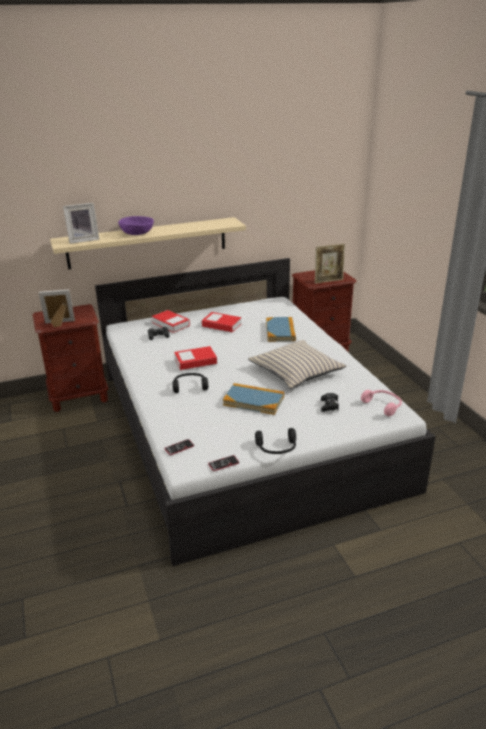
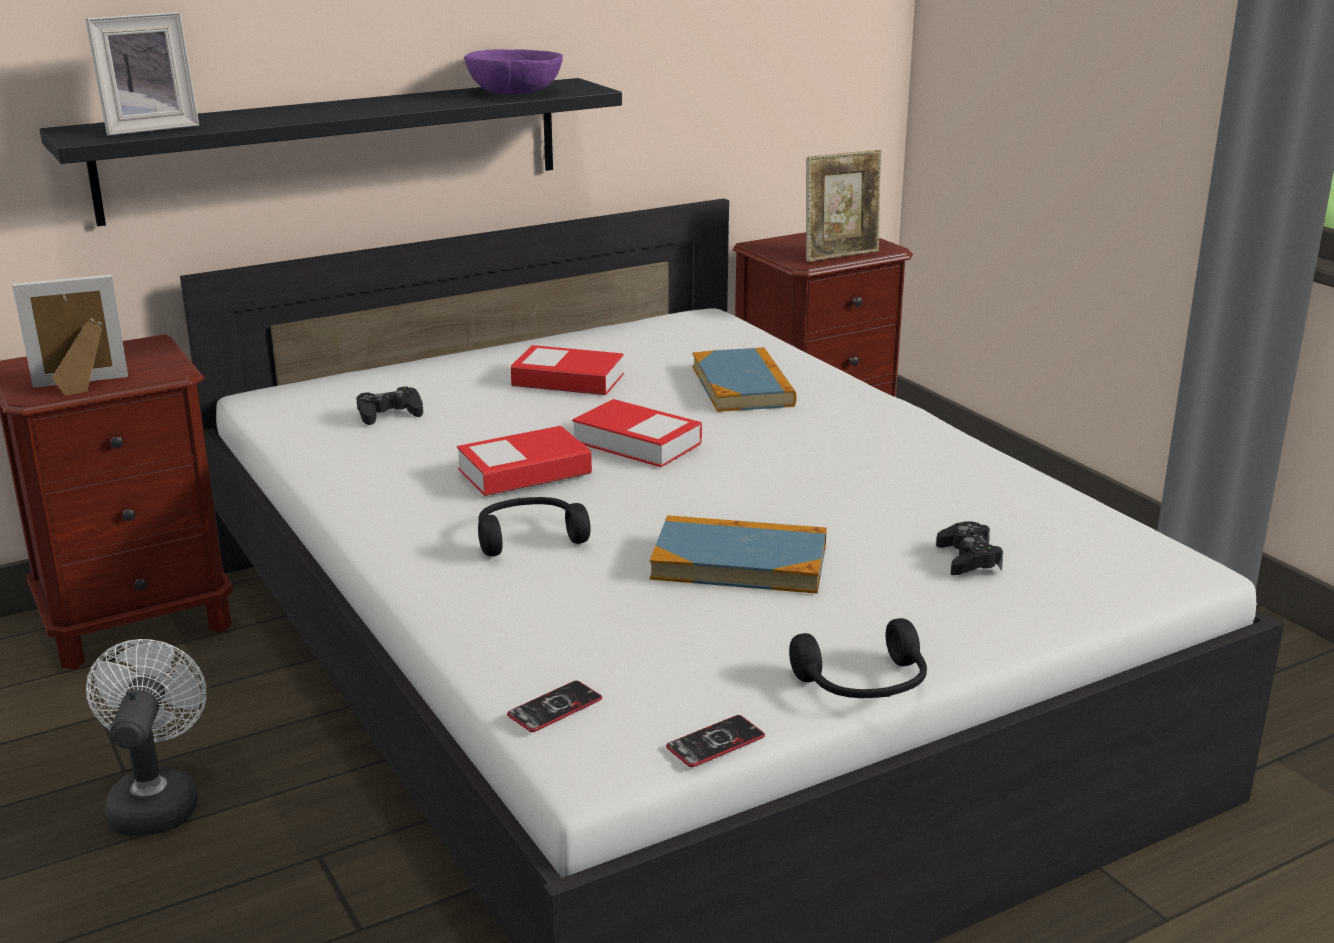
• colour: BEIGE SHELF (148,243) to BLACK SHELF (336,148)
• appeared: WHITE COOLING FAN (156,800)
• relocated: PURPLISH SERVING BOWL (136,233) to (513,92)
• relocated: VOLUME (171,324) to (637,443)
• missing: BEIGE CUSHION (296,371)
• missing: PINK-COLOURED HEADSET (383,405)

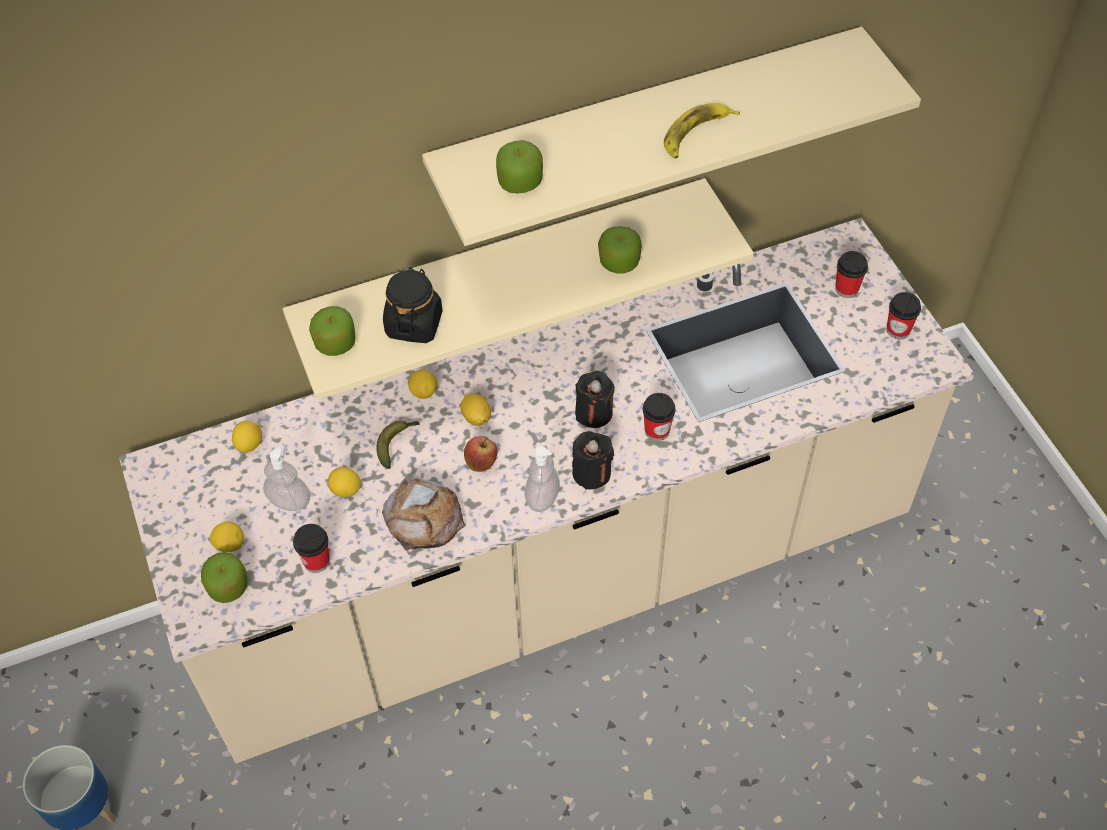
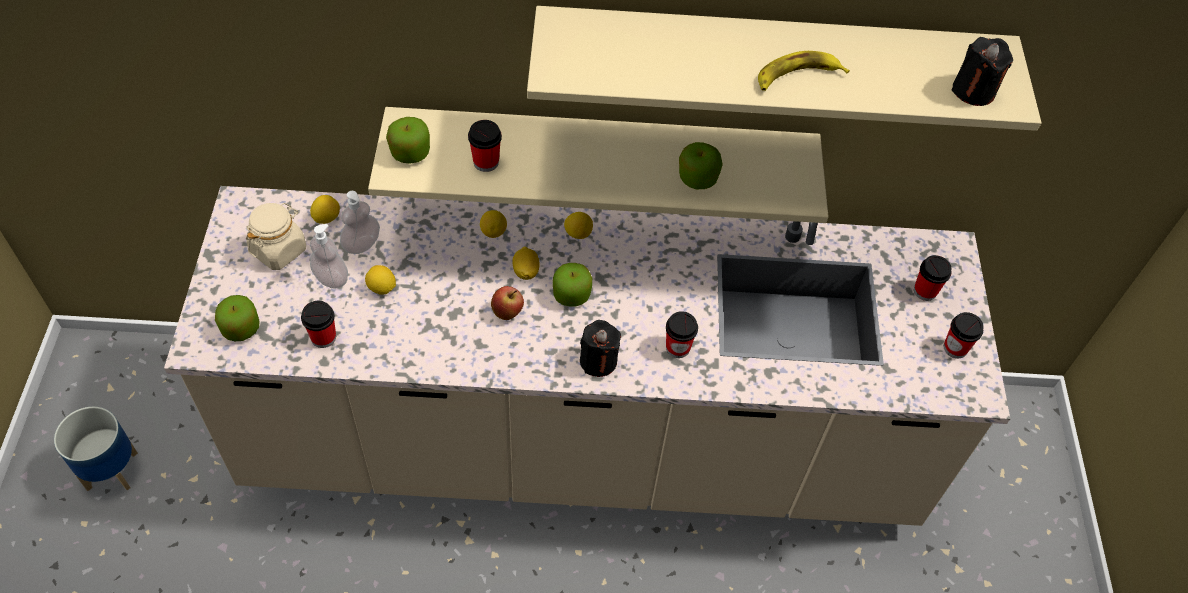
• appeared: BEIGE STORAGE JAR (279,250)
• relocated: LIQUID SOAP BOTTLE (542,497) to (362,244)
• exchanged: BLACK STORAGE JAR (414,324) to SMALL CUP (486,162)
• relocated: APPLE (520,182) to (571,295)
• relocated: WHOLE LEMON (230,544) to (578,233)
• relocated: BLACK WAX LIGHT (594,413) to (973,91)
• missing: BANANA (397,444)
• missing: BREAD (424,518)

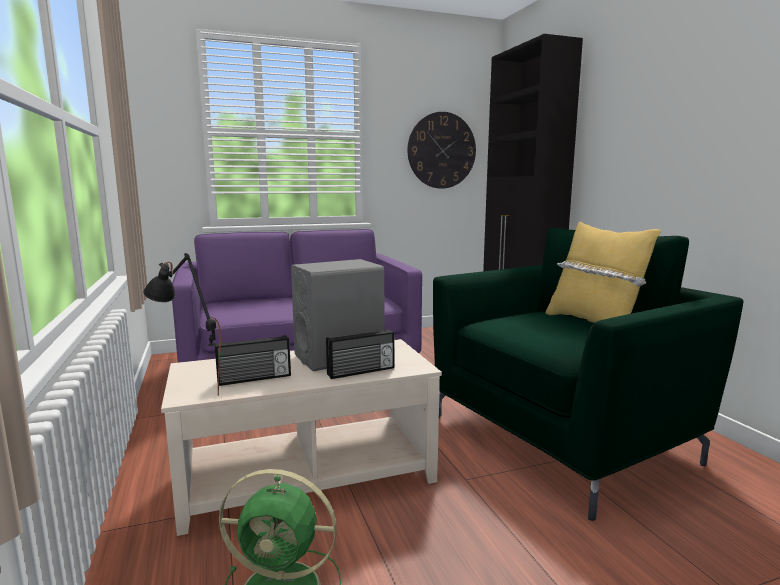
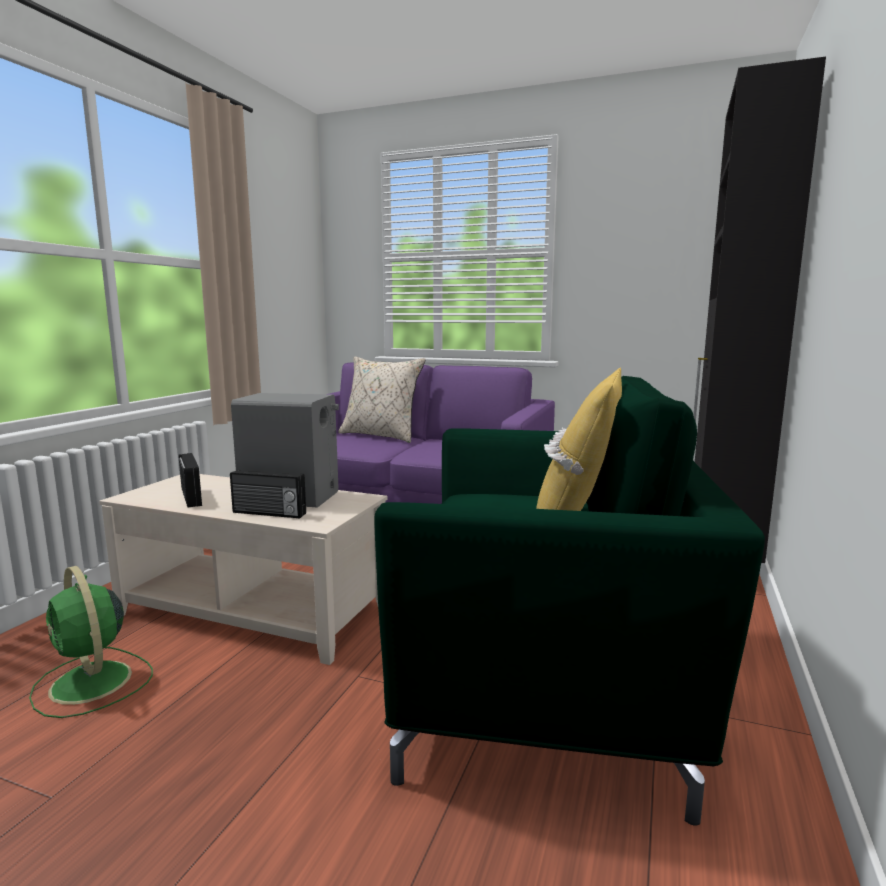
• spun: RADIO (254,379) = (193,497) 135 degrees counterclockwise
• appeared: BEIGE CUSHION (381,436)
• missing: BLACK LAMP FOR A TABLE (188,392)
• missing: WALL CLOCK (441,150)

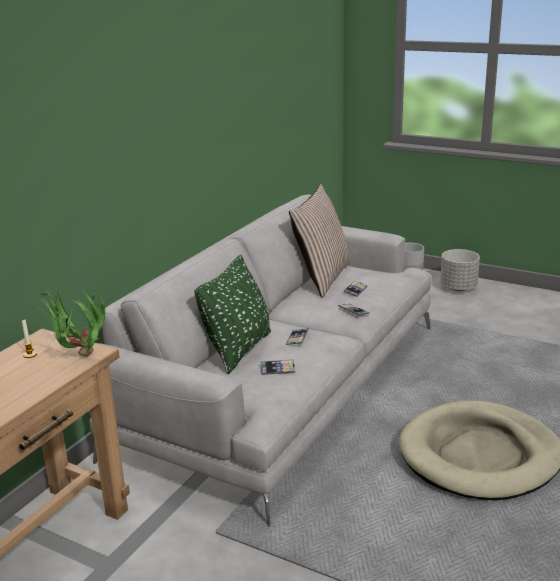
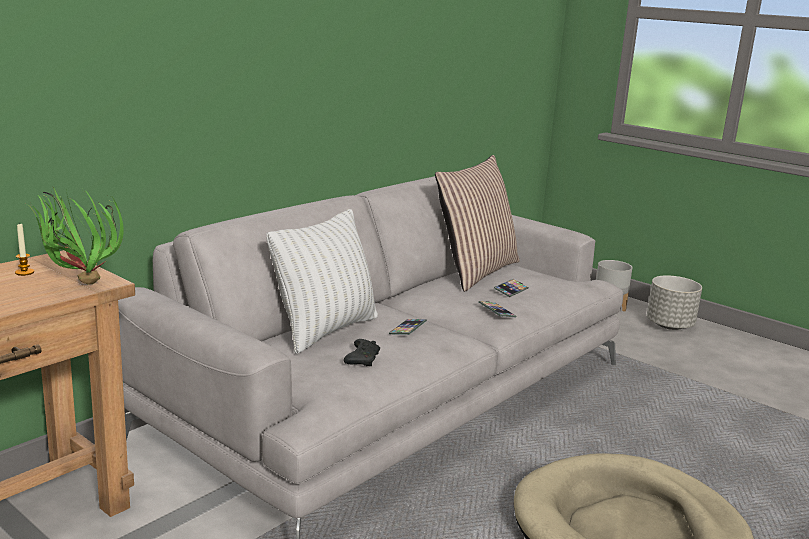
• colour: GREEN-COLOURED CUSHION (238,350) to WHITE CUSHION (325,330)
• exchanged: HANDSET (277,369) to BLACK GAMEPAD (362,359)

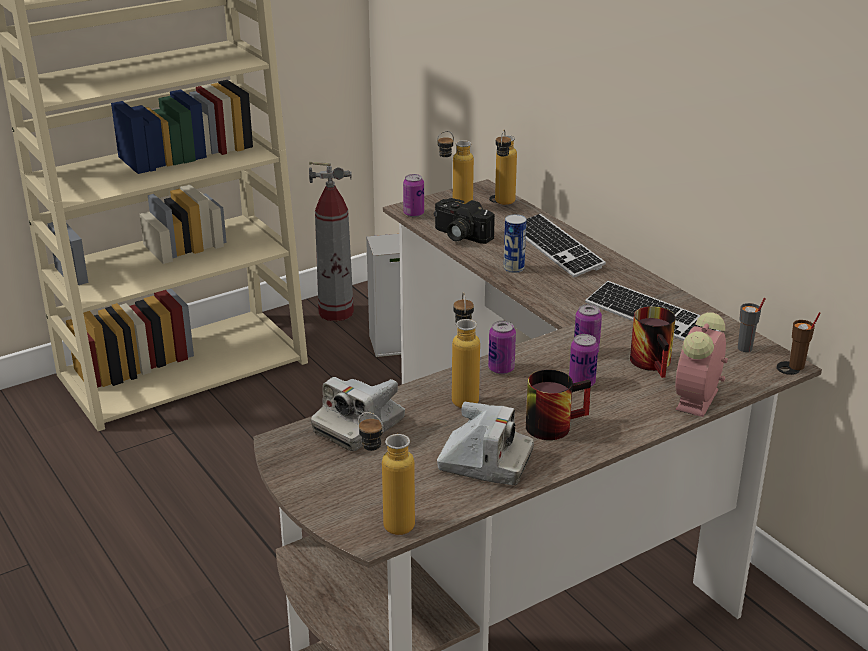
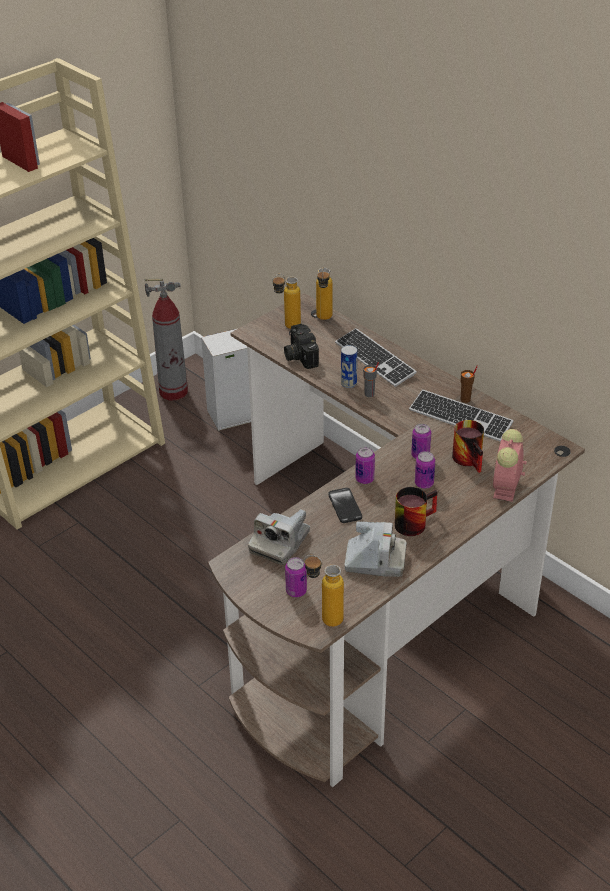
• spun: PHOTO CAMERA (459,236) = (299,355) 45 degrees clockwise
• relocated: CAN (413,214) to (296,591)
• exchanged: BEVERAGE BOTTLE (464,396) to HANDSET (345,506)
• relocated: GRAY SMALL CUP (745,348) to (369,394)
• relocated: BROWN-COLOURED SMALL CUP (797,366) to (465,399)

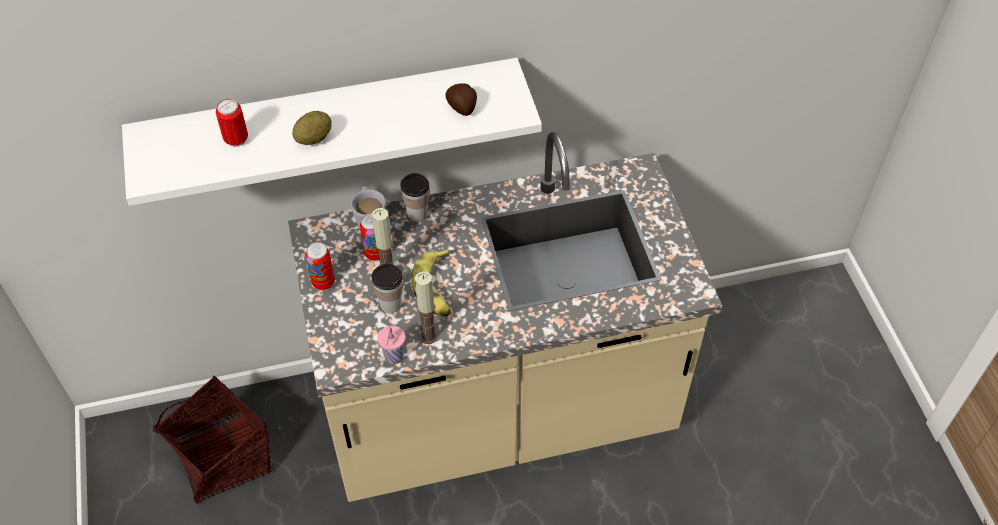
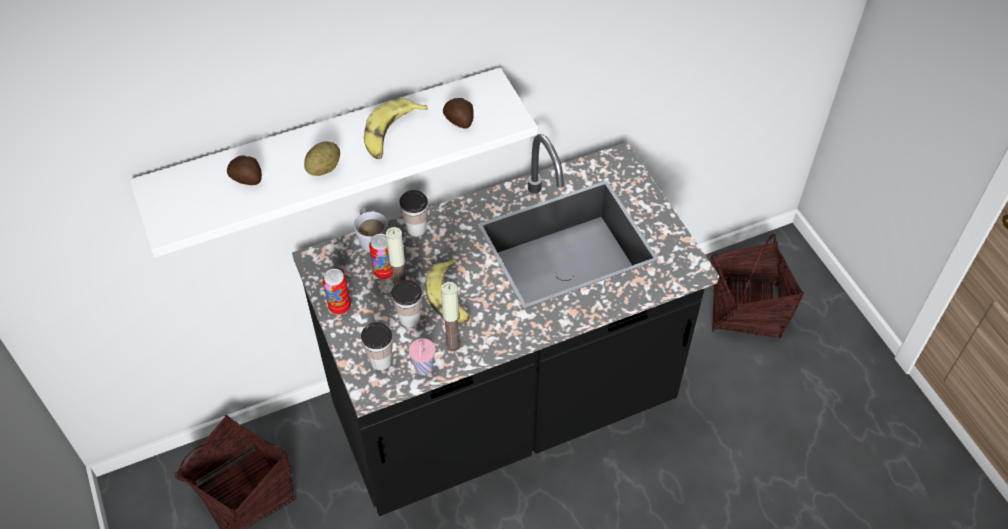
• exchanged: CAN (236,139) to SPUD (248,179)
• colour: BEIGE KITCHEN COUNTER (499,414) to BLACK KITCHEN COUNTER (503,411)
• appeared: SMALL CUP (380,361)
• appeared: BANANA (391,134)
• appeared: HOUSEHOLD BASKET (746,308)

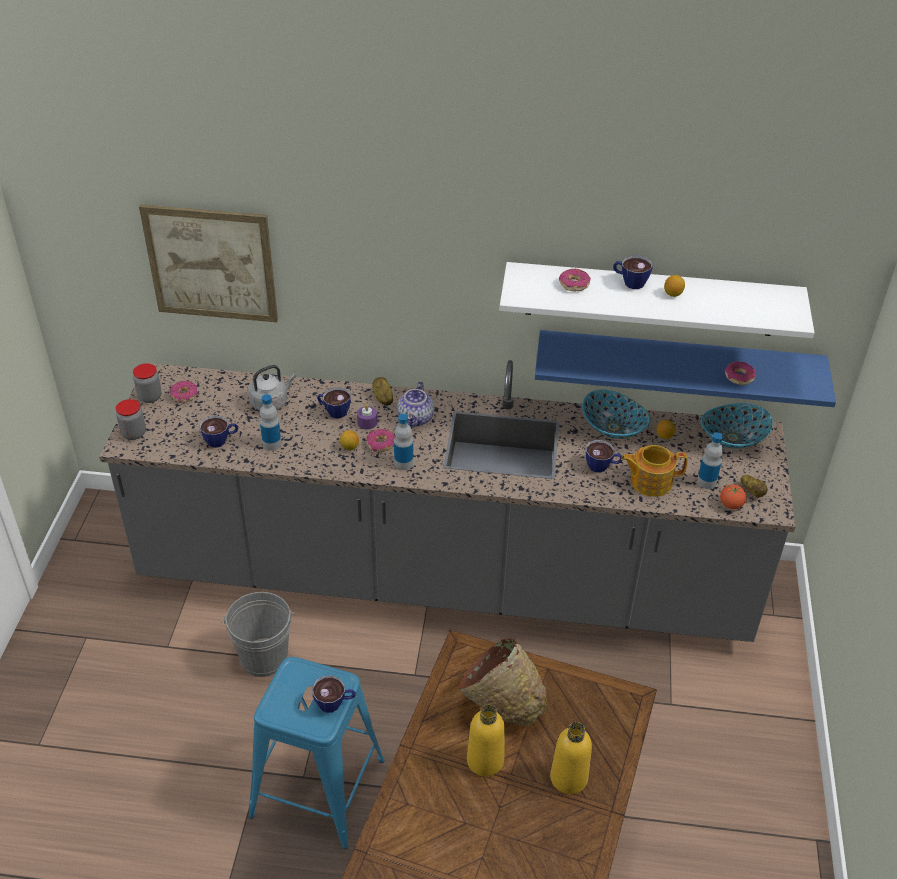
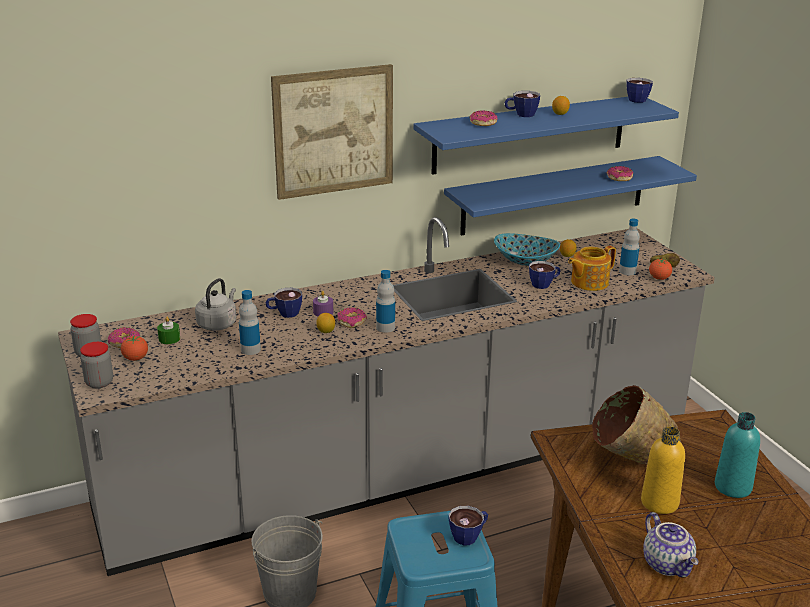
• appeared: WHOLE TOMATO (135,358)
• appeared: GREEN-COLOURED WAX LIGHT (169,339)
• relocated: PICTURE (211,263) to (333,131)
• colour: WHITE SHELF (650,299) to BLUISH SHELF (530,134)
• relocated: SMALL CUP (221,440) to (639,99)
• relocated: TEAPOT (416,419) to (668,564)
• colour: YELLOW BEVERAGE BOTTLE (568,778) to BLUE-GREEN BEVERAGE BOTTLE (733,487)
• missing: SPUD (382,398)
• missing: SERVING BOWL (733,439)

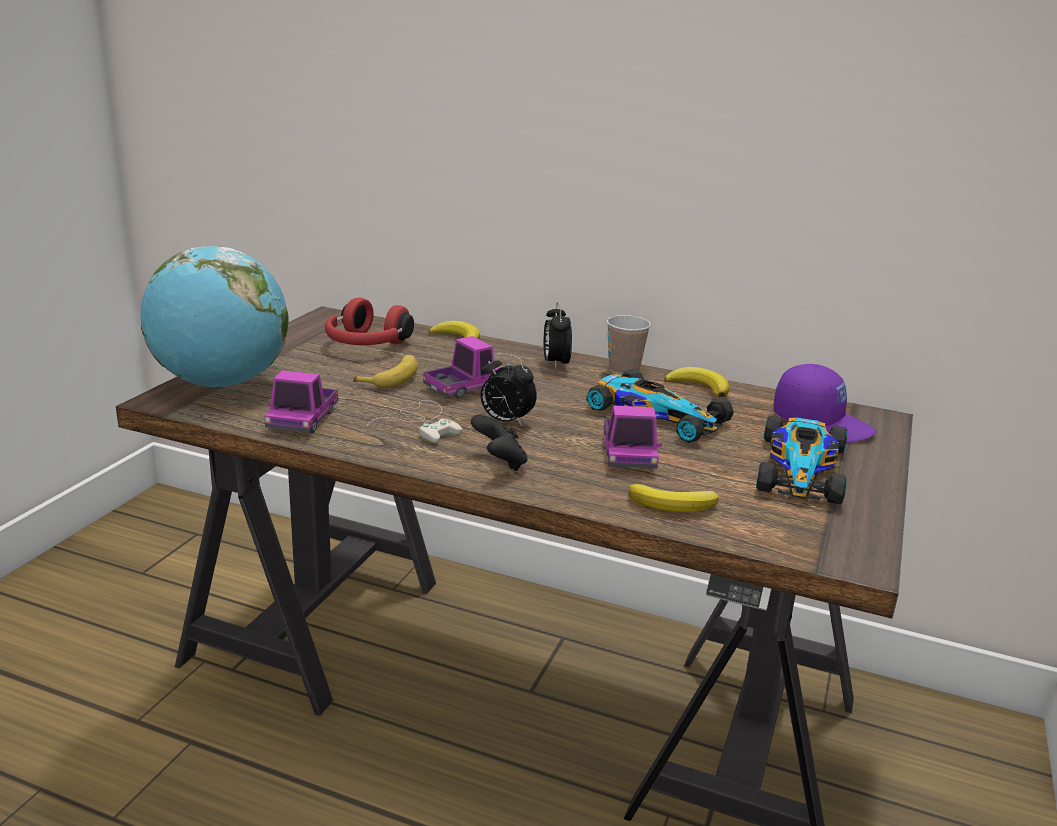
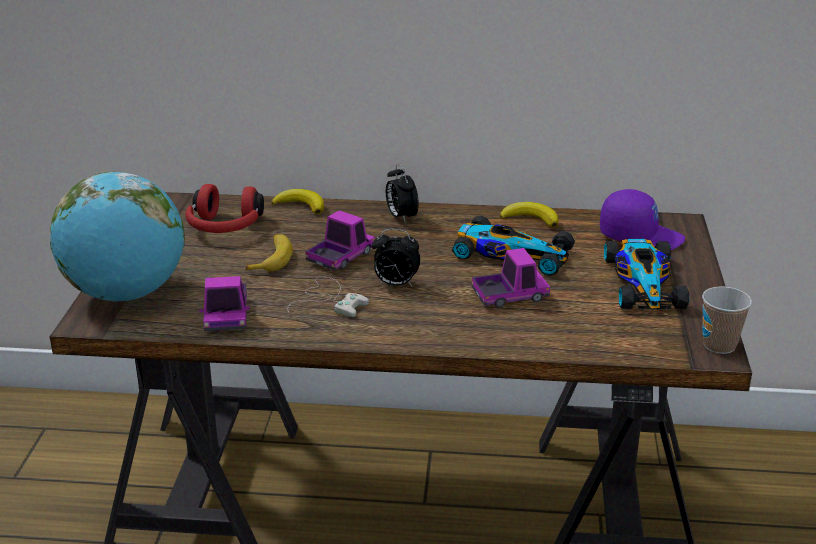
• spun: MODEL TRUCK (628,454) = (510,296) 90 degrees counterclockwise
• relocated: SMALL CUP (624,370) to (719,345)
• missing: BLACK GAMEPAD (500,462)
• missing: BANANA (675,505)

